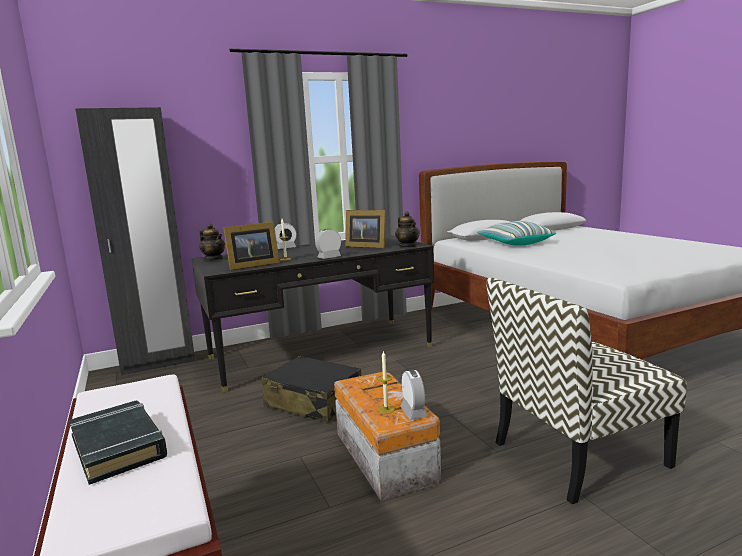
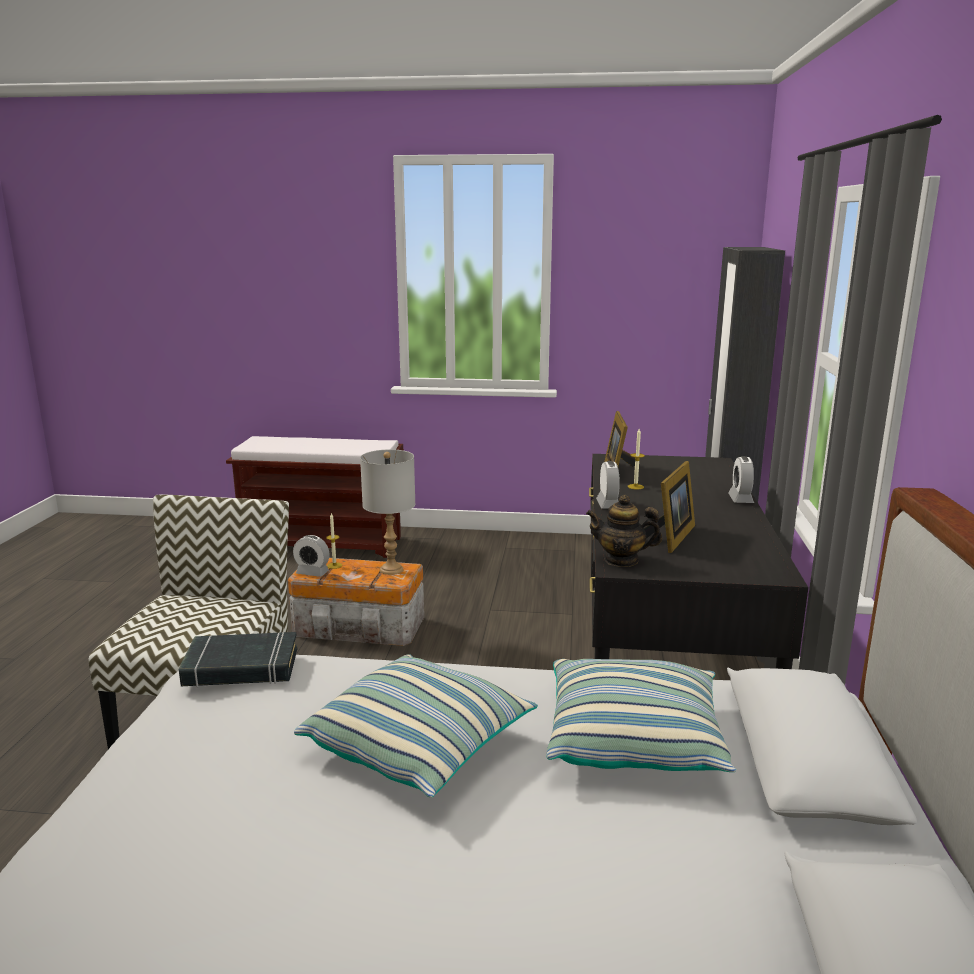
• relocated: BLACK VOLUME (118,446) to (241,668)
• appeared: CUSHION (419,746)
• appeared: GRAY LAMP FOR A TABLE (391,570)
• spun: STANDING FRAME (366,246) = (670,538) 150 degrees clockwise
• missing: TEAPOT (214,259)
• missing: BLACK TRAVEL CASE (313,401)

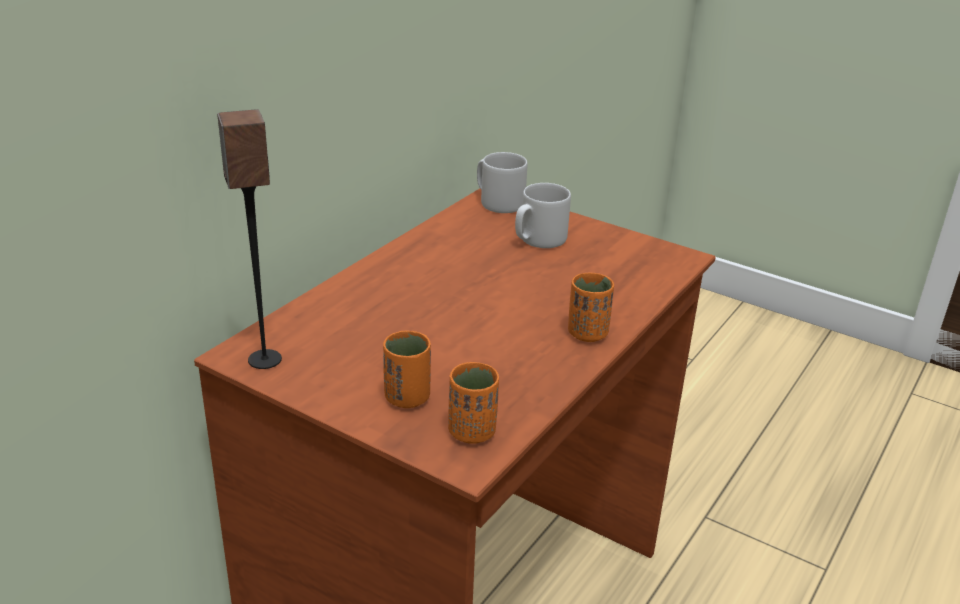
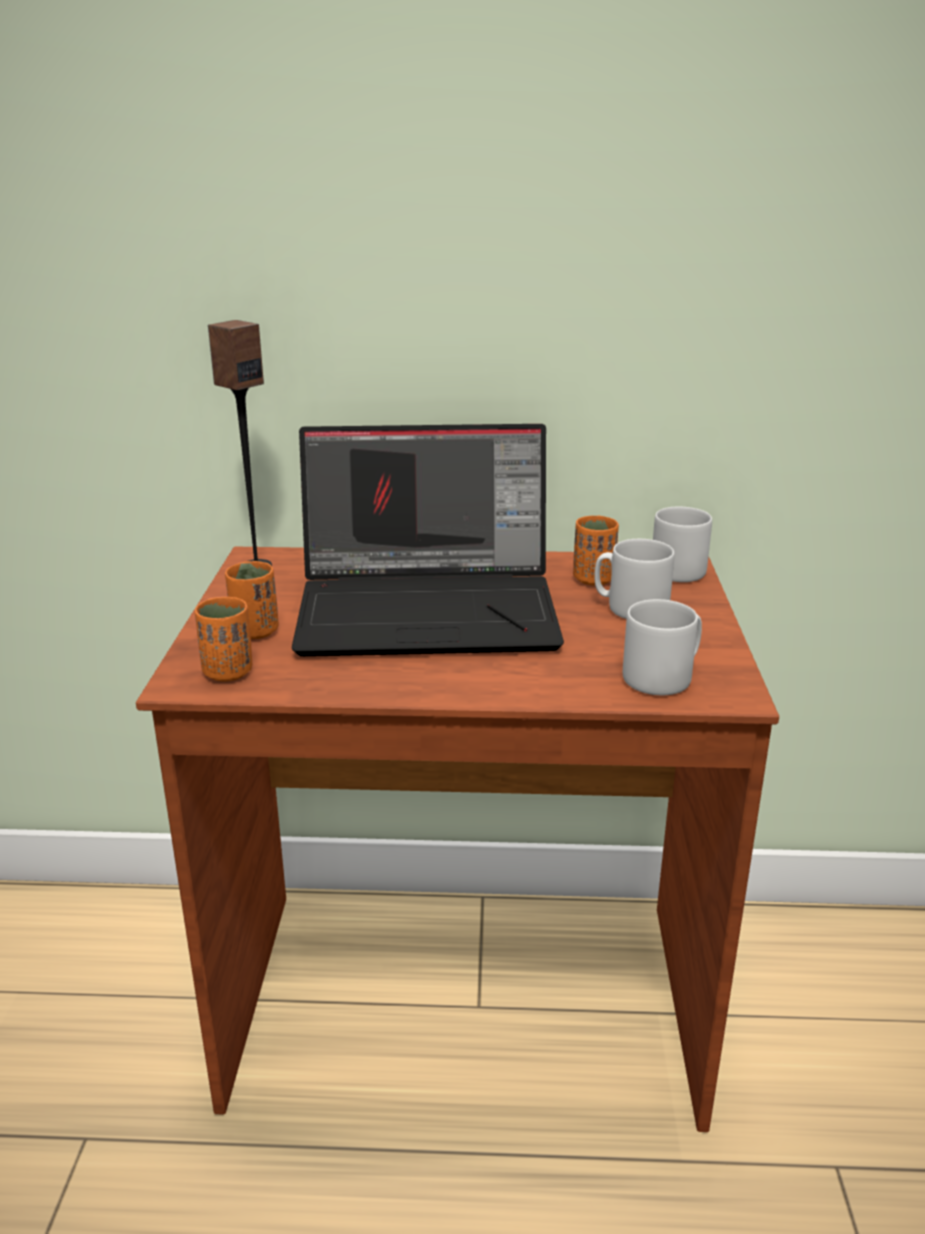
• appeared: LAPTOP (431,608)
• relocated: ORANGEY SMALL CUP (587,333) to (593,579)
• appeared: GRAY TEA MUG (663,677)

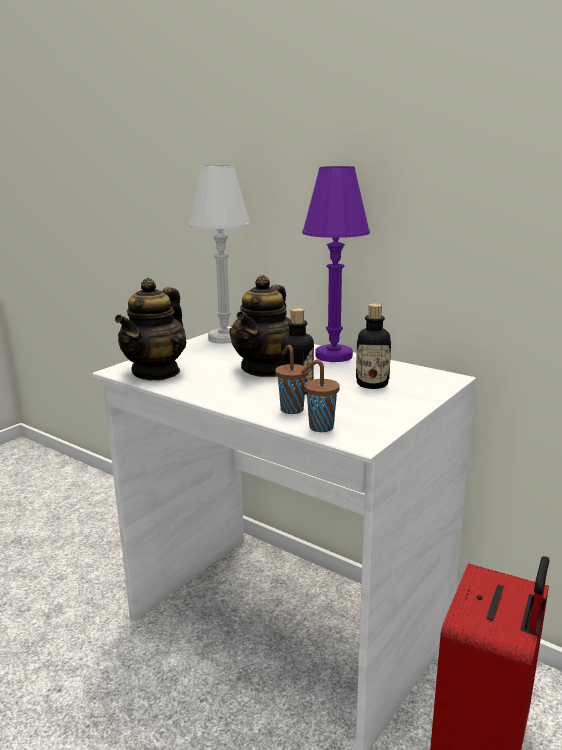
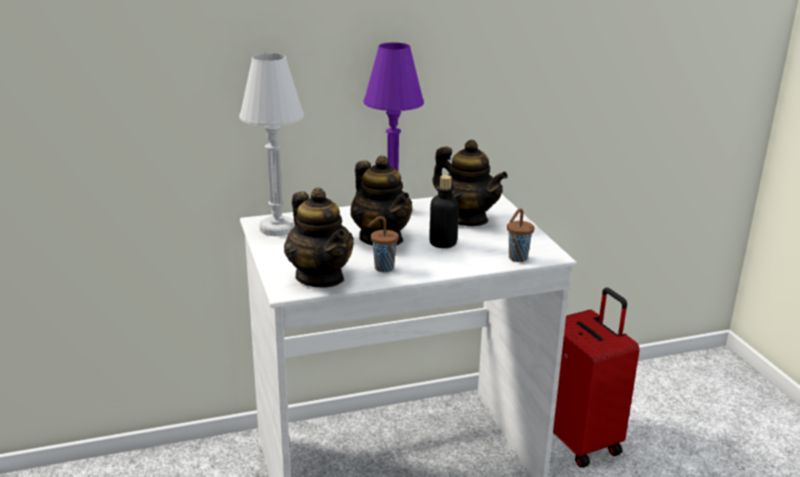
• relocated: BROWN-COLOURED SMALL CUP (291,409) to (382,268)
• exchanged: BEVERAGE BOTTLE (372,384) to TEAPOT (467,219)

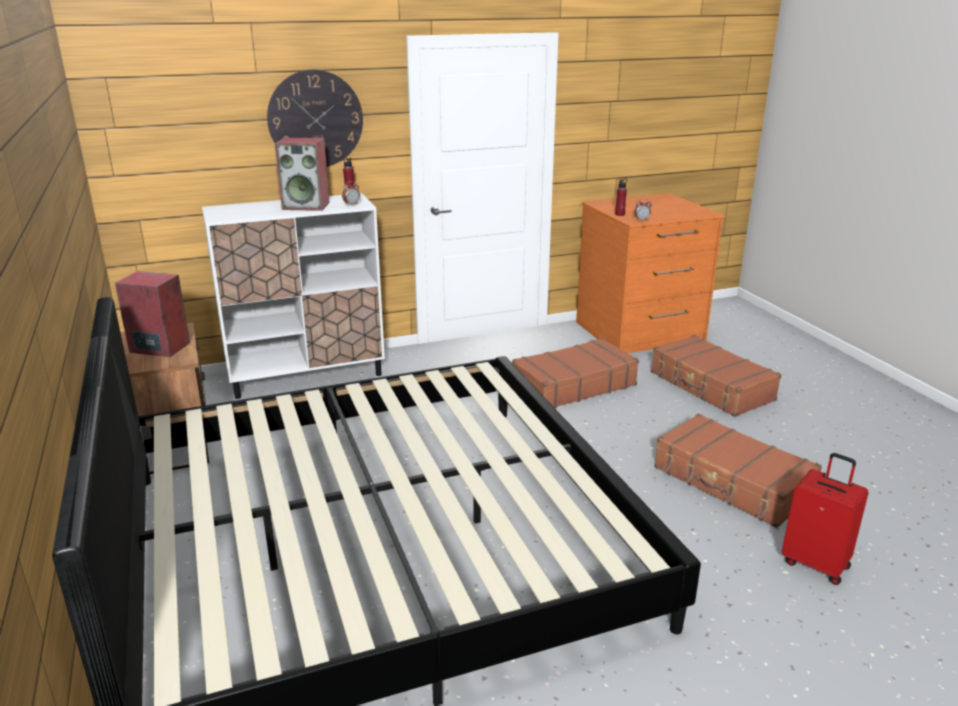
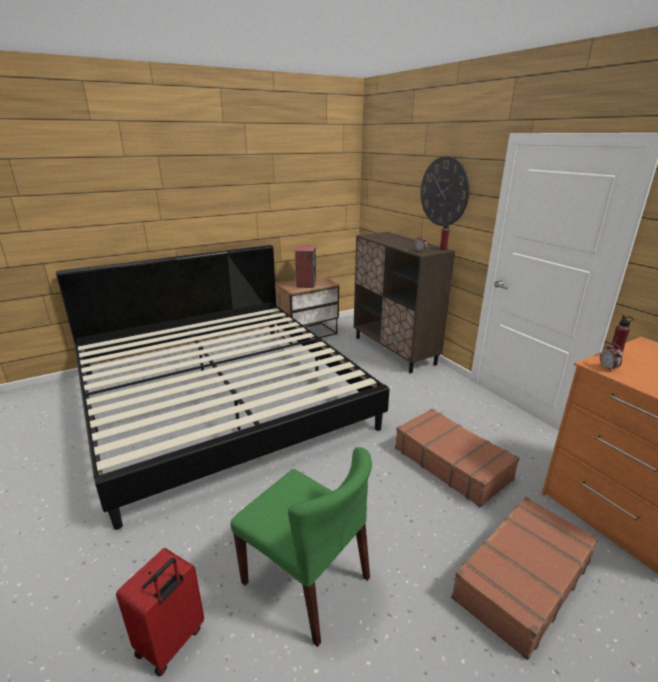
• exchanged: BROWN-COLOURED TRAVEL CASE (731,482) to GREEN-COLOURED PLAIN CHAIR (307,580)
• colour: WHITE CUPBOARD (307,375) to BROWN-COLOURED CUPBOARD (394,350)
• missing: LOUDSPEAKER (306,206)

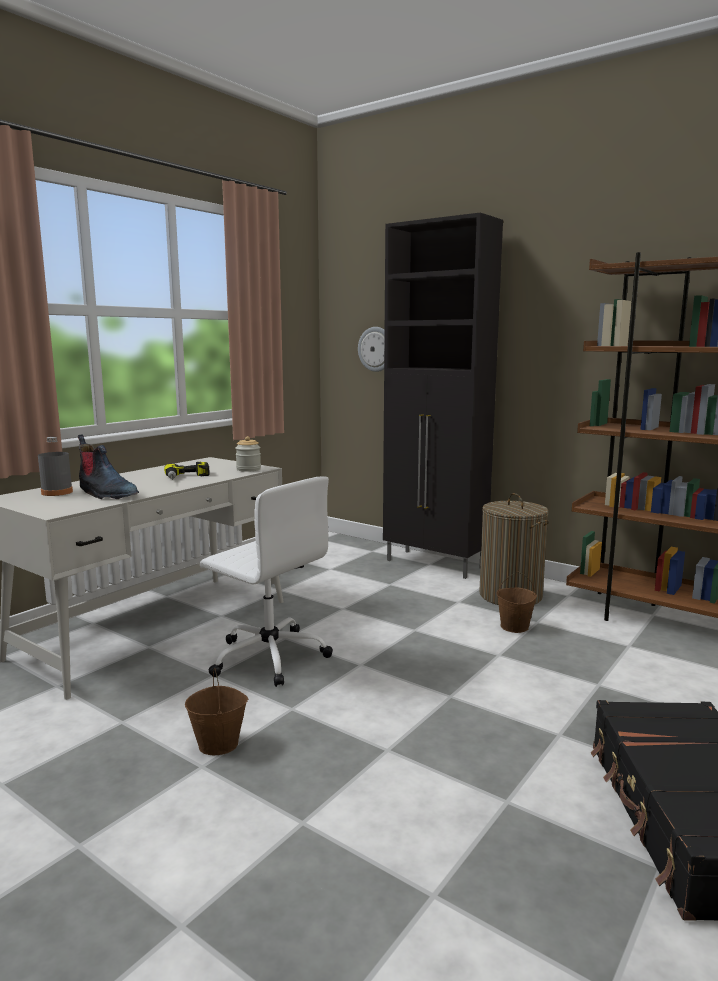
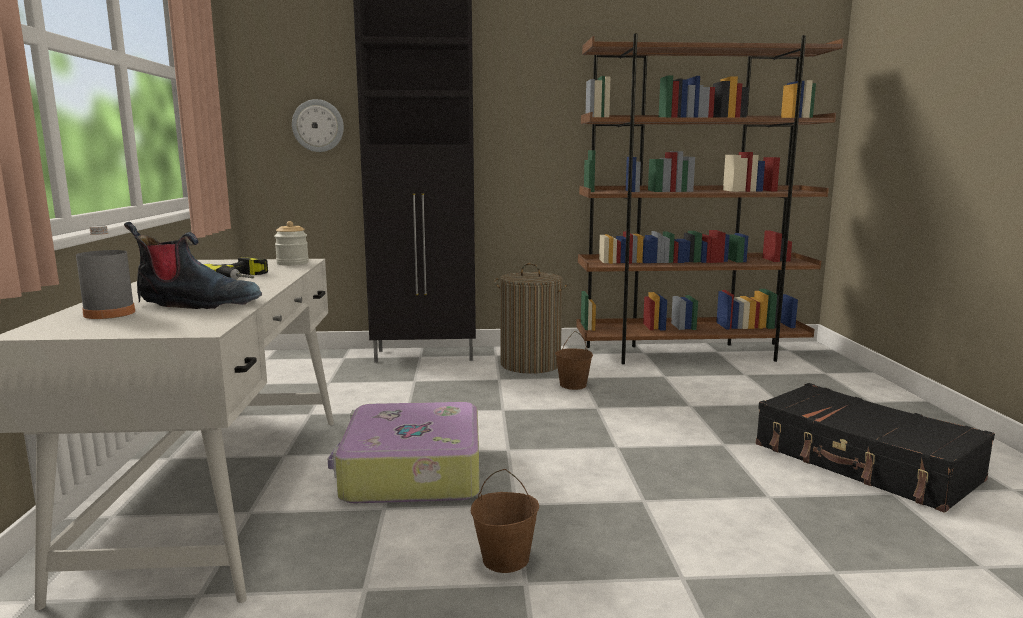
• exchanged: WHITE DESK CHAIR (268,656) to TRAVEL CASE (411,473)

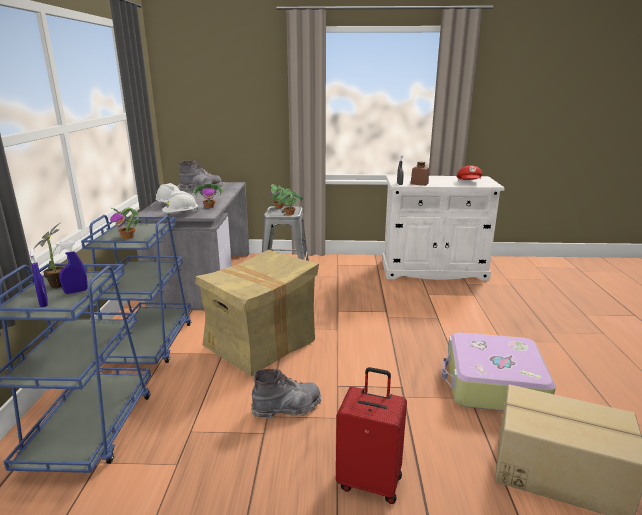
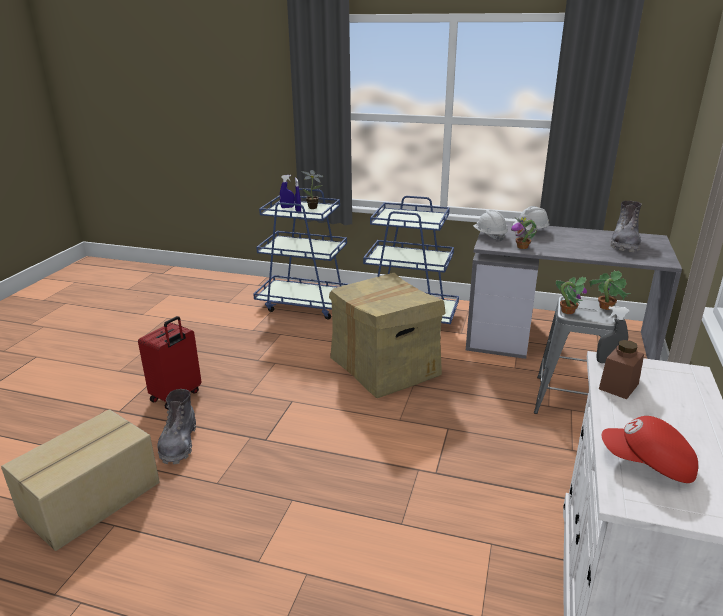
• relocated: GRAY TALL BOOT (287,408) to (179,443)
• missing: PLANT IN A POT (128,237)
• missing: TRAVEL CASE (493,385)

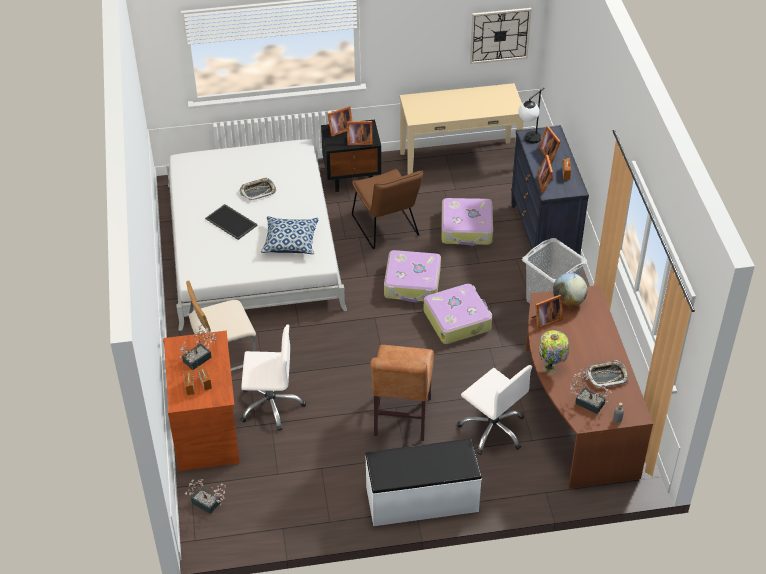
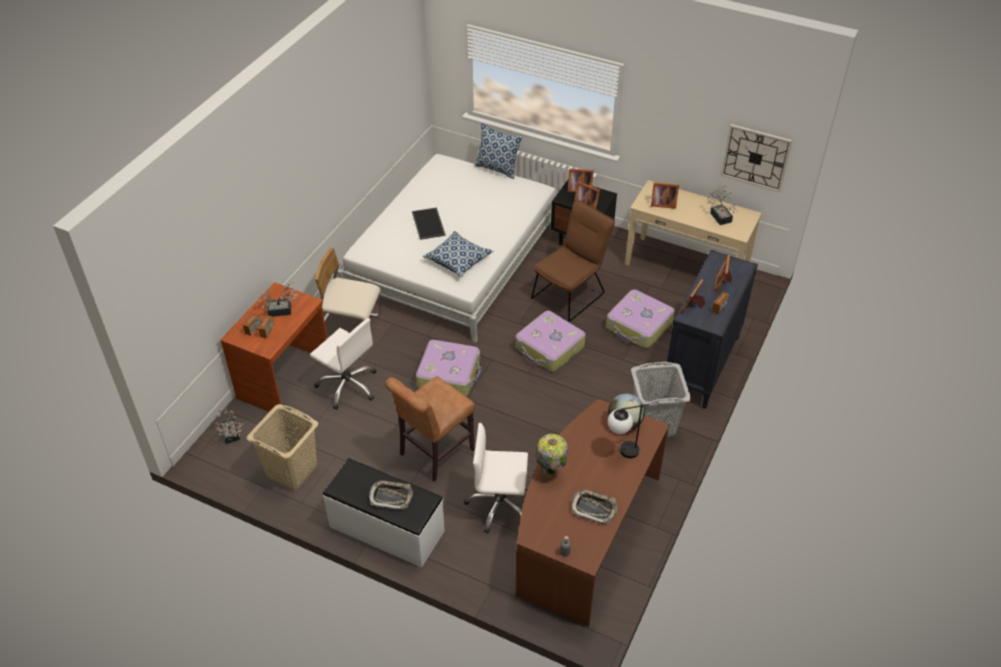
• appeared: BEIGE LAUNDRY BASKET (291,470)
• relocated: TRAY (258,191) to (391,496)
• relocated: TRAVEL CASE (457,320) to (449,374)
• spun: WHITE DESK CHAIR (493,429) = (500,505) 105 degrees clockwise
• appeared: CUSHION (497,168)
• spun: BROWN-COLOURED PLAIN CHAIR (387,229) = (571,293) 150 degrees counterclockwise
• relocated: LAMP FOR A TABLE (528,141) to (621,452)
• relocated: STANDING FRAME (545,320) to (662,203)
• relocated: PLANT IN A POT (587,402) to (719,215)

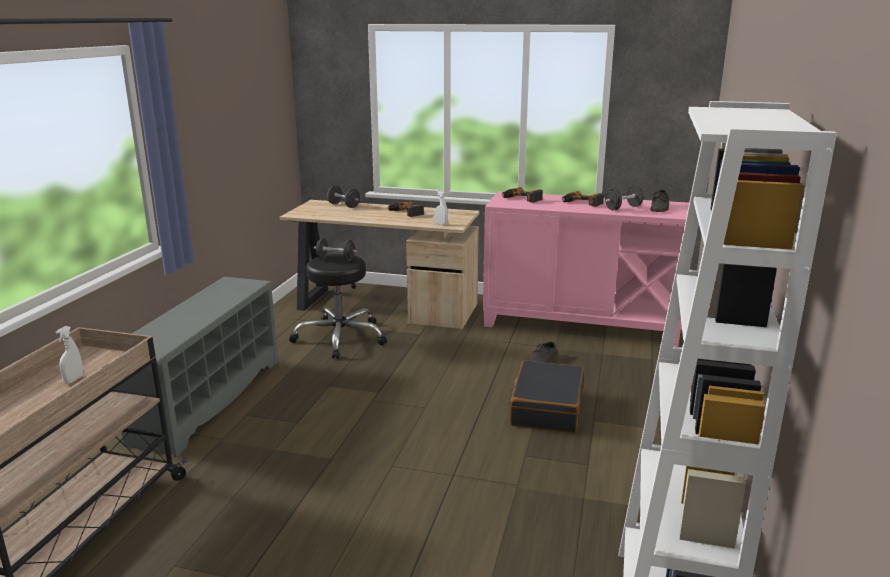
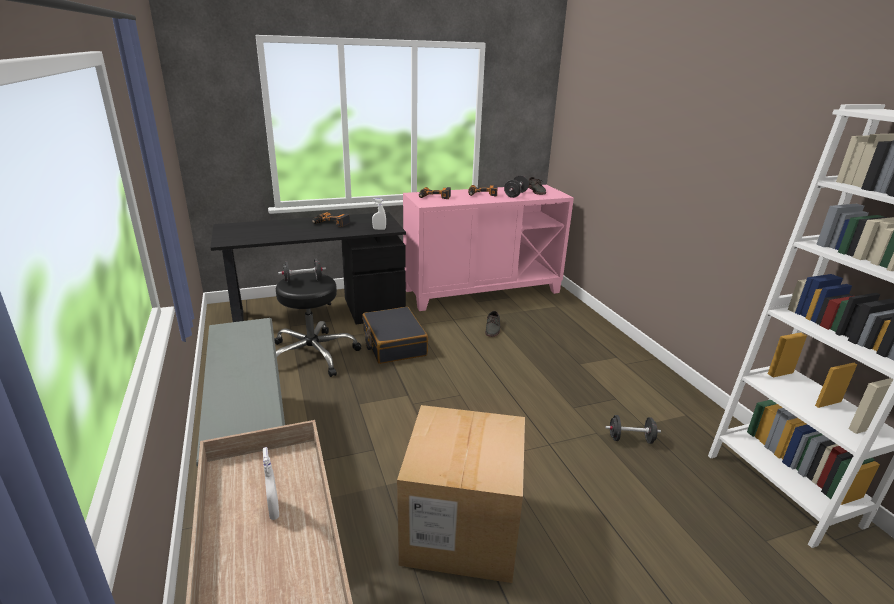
• colour: BEIGE DESK UNIT (384,306) to BLACK DESK UNIT (316,314)
• relocated: BLACK TRAVEL CASE (546,408) to (394,344)
• appeared: CARTON (461,528)
• relocated: BLACK DUMBBELL (344,205) to (630,439)

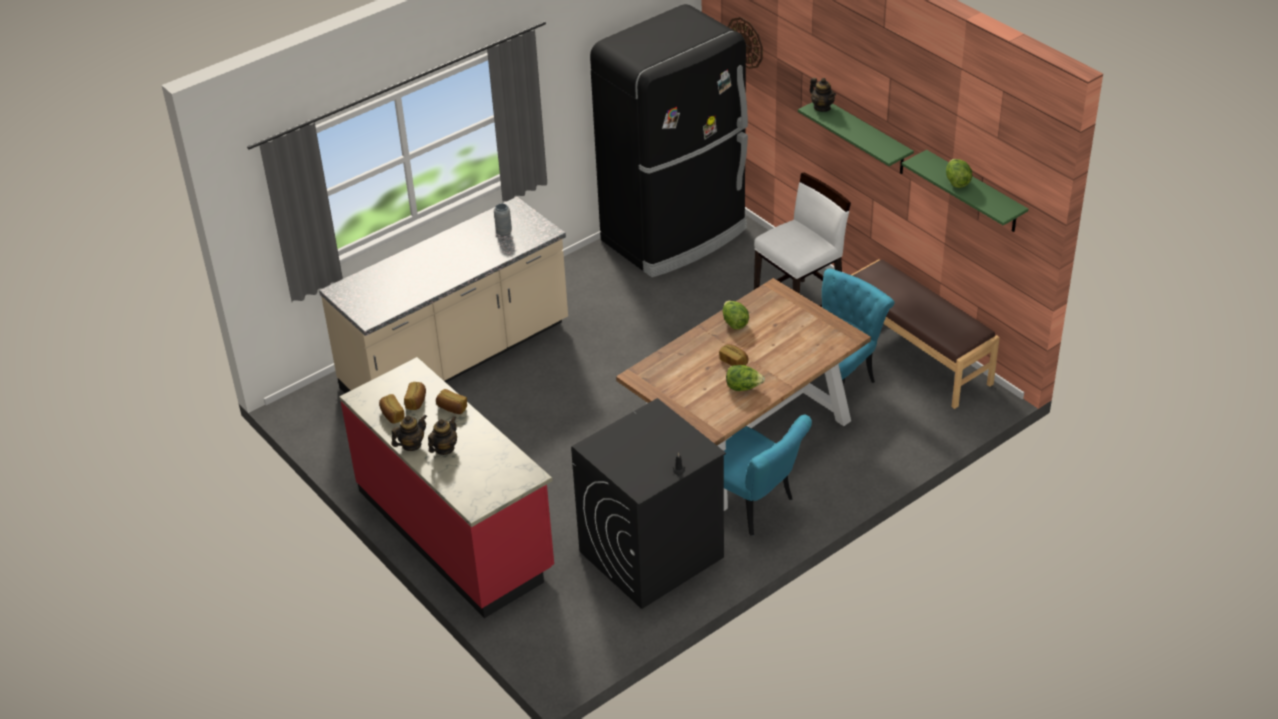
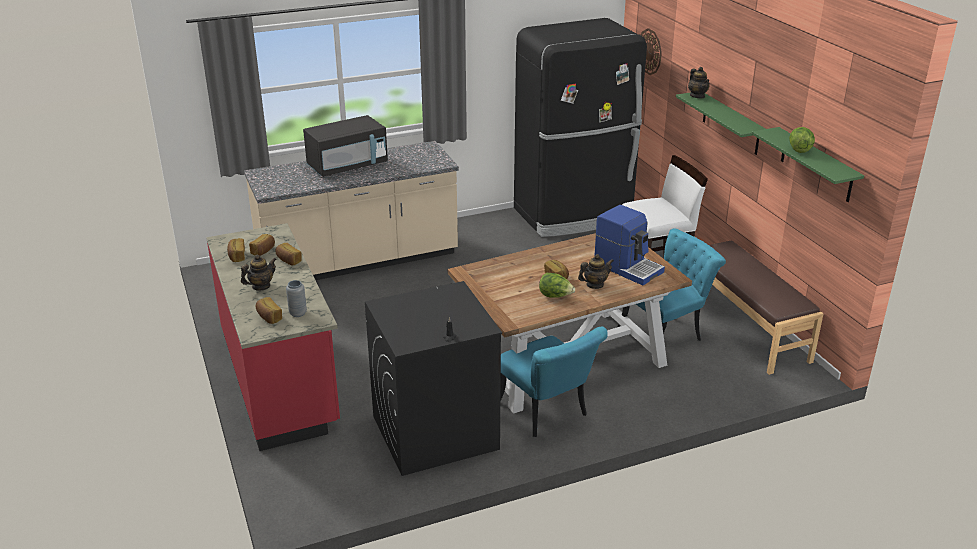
• appeared: BREAD (269,317)
• relocated: GRAY FLOWER VASE (504,232) to (298,313)
• appeared: BLACK MICROWAVE OVEN (347,166)
• relocated: TEAPOT (411,445) to (594,285)
• appeared: COFFEE MACHINE (628,267)
• missing: LETTUCE (734,323)

